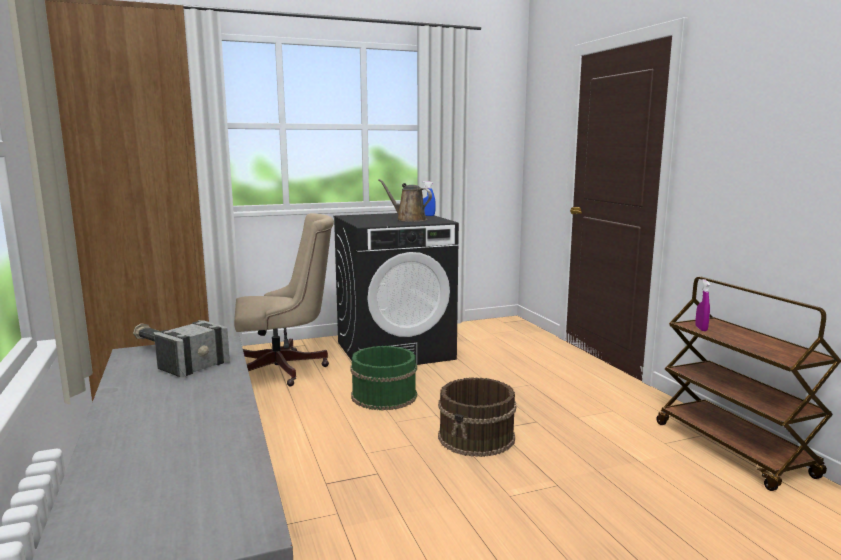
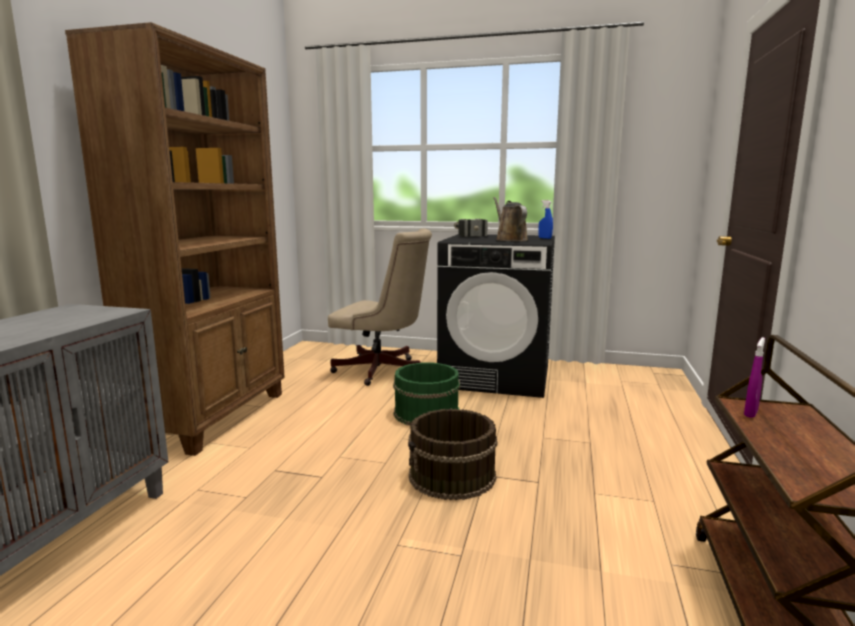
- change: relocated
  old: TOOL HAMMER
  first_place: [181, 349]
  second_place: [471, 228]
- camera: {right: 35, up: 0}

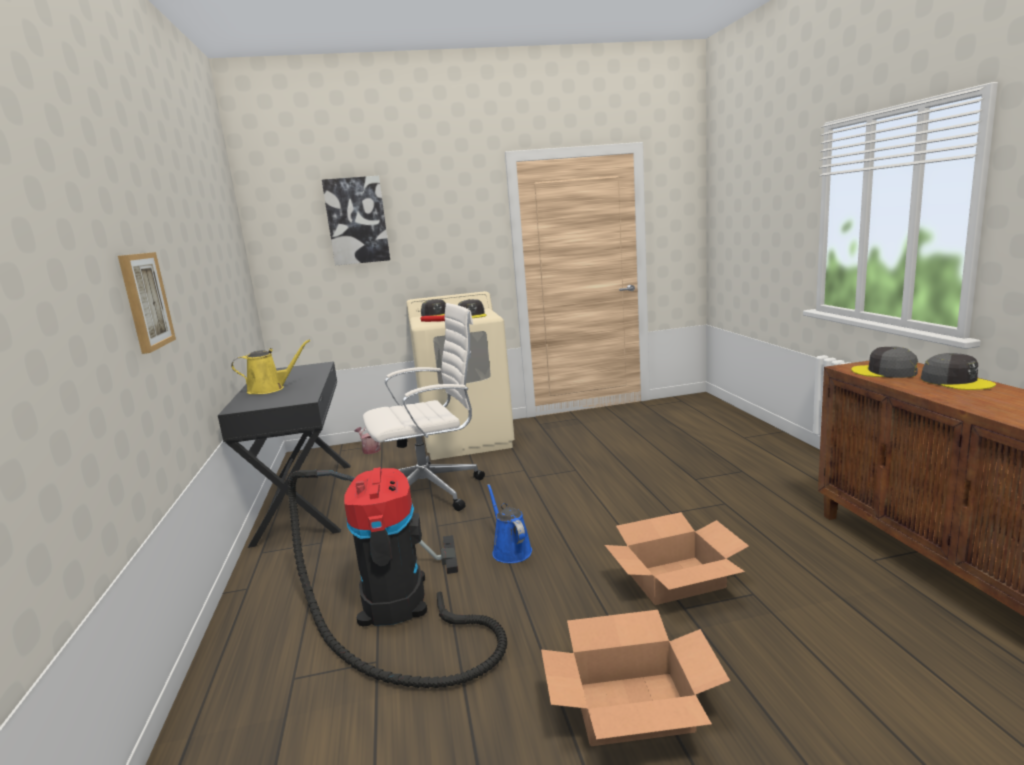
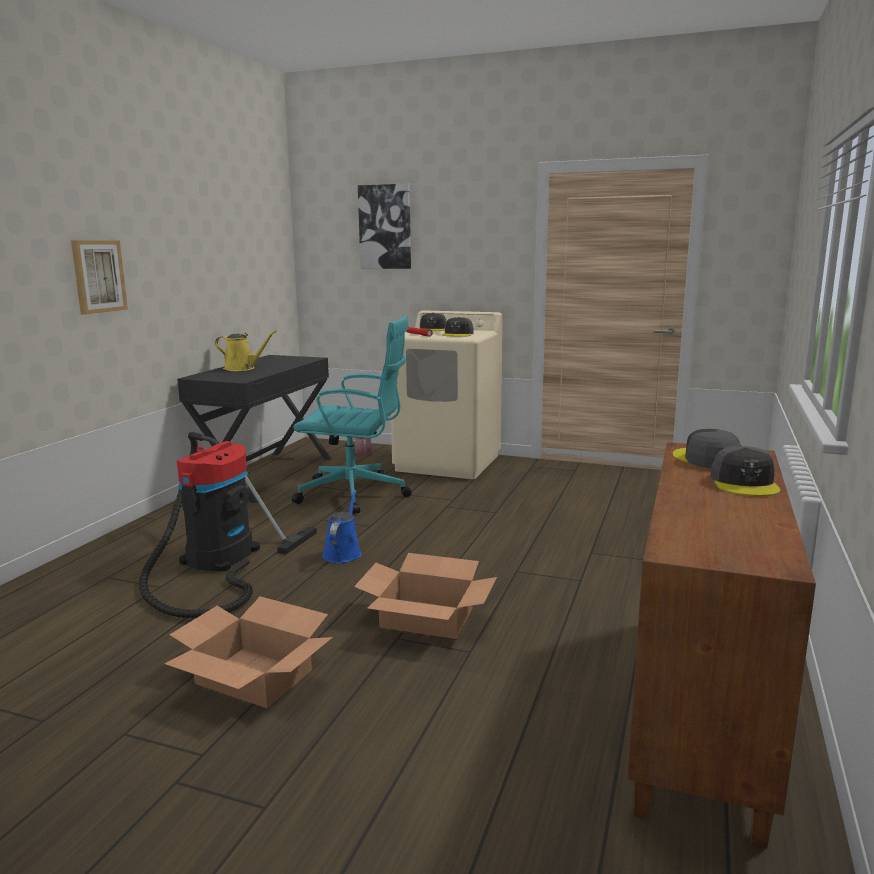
- change: colour
  old: WHITISH DESK CHAIR
  new: TURQUOISE-COLOURED DESK CHAIR
  first_place: [424, 407]
  second_place: [352, 414]
- camera: {right: 30, up: 0}

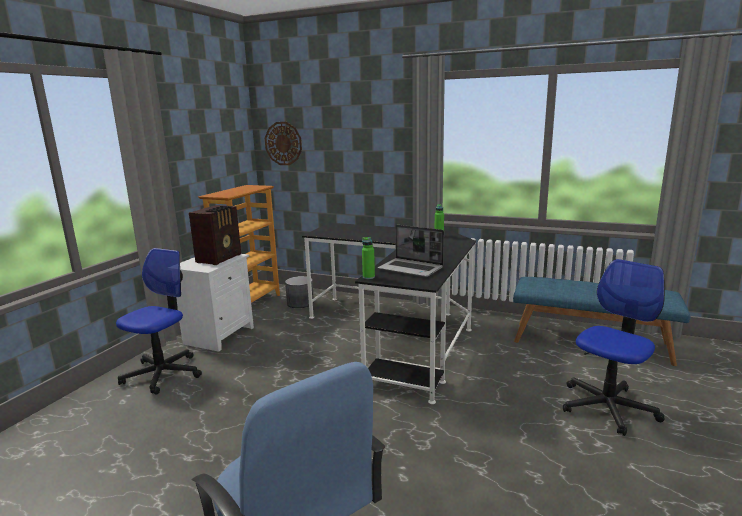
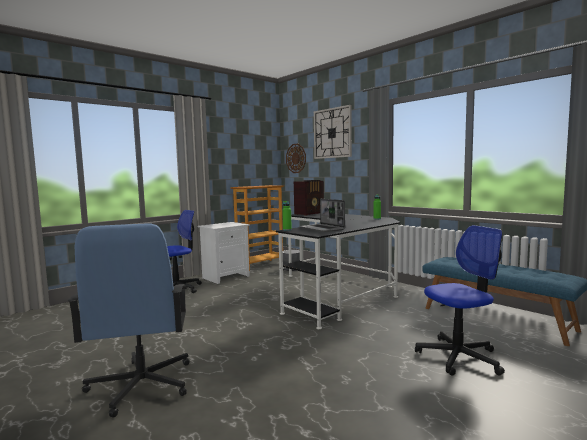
- change: appeared
  new: CLOCK ON THE WALL
  second_place: [333, 132]
- change: relocated
  old: RADIO
  first_place: [215, 235]
  second_place: [309, 198]
- camera: {right: 25, up: -10}

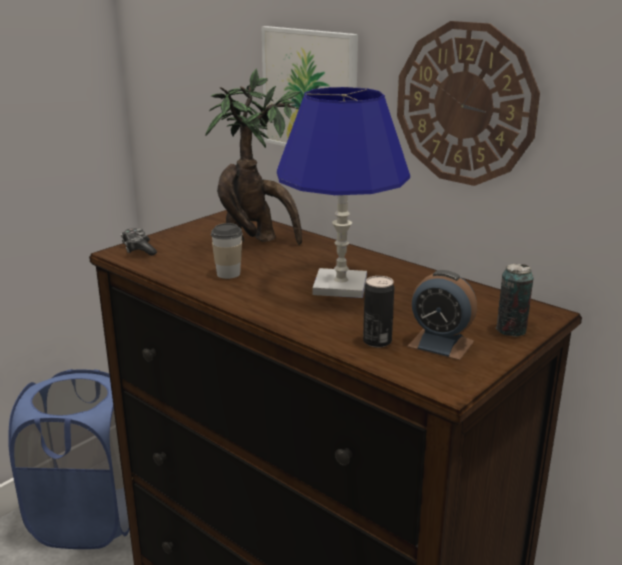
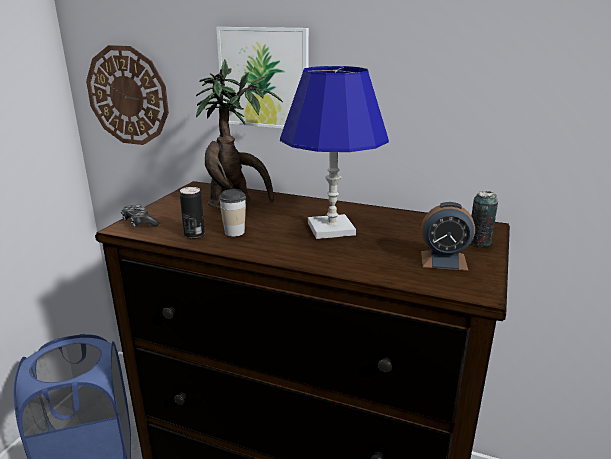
- change: relocated
  old: CAN
  first_place: [378, 312]
  second_place: [192, 212]
- change: relocated
  old: CLOCK ON THE WALL
  first_place: [468, 103]
  second_place: [127, 95]
- camera: {right: -20, up: 0}

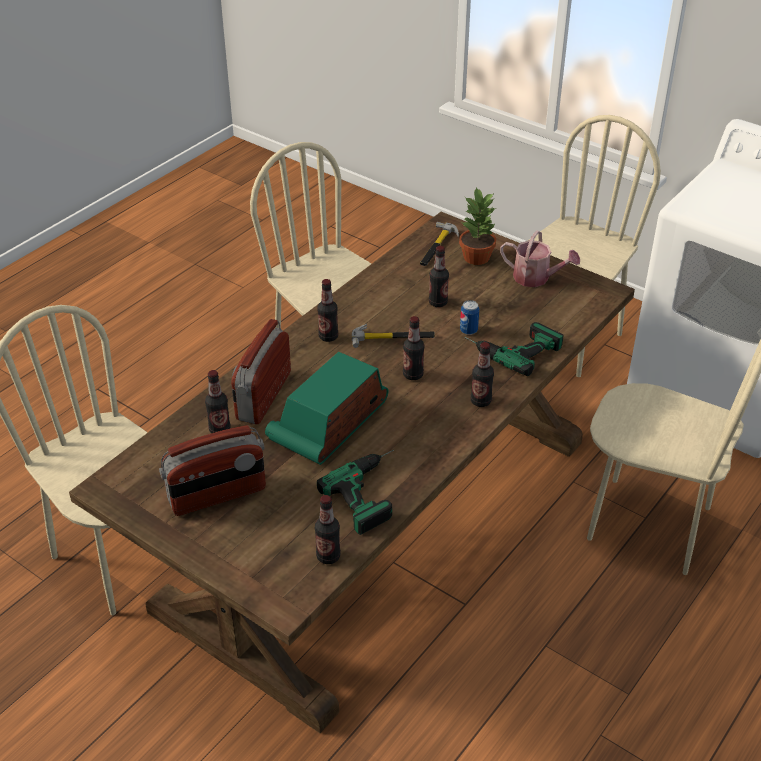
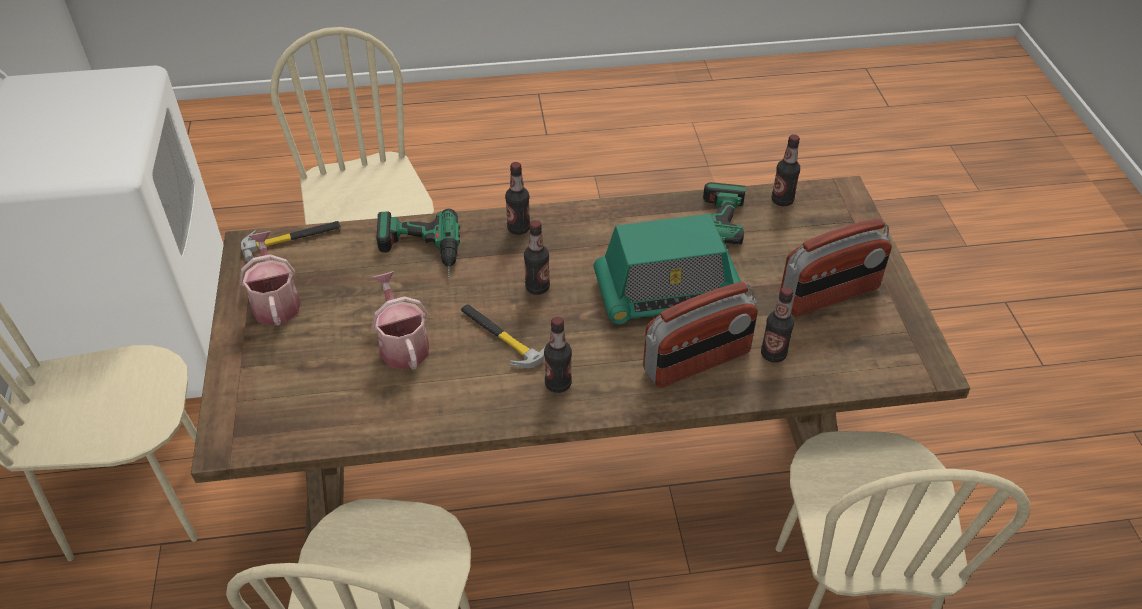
- change: missing
  old: HOUSEPLANT
  first_place: [477, 226]
- change: missing
  old: CAN
  first_place: [469, 317]
- change: relocated
  old: TOOL HAMMER
  first_place: [439, 244]
  second_place: [291, 241]
- change: exchanged
  old: DRINK BOTTLE
  new: WATERING CAN
  first_place: [439, 276]
  second_place: [400, 320]
- change: spun
  old: RADIO
  first_place: [212, 470]
  second_place: [835, 267]
  degrees: 135
- camera: {right: -135, up: 5}

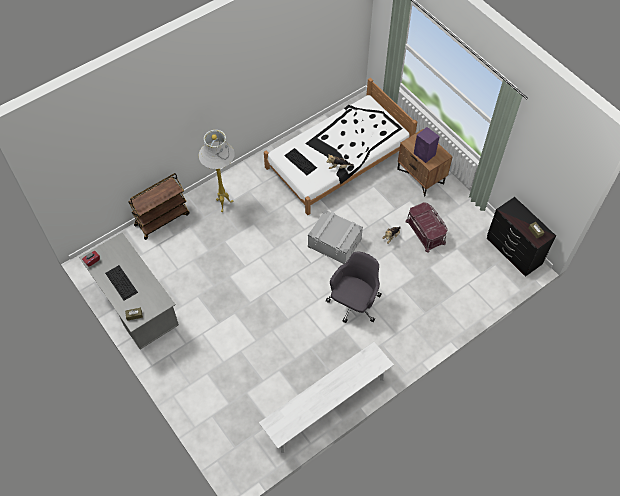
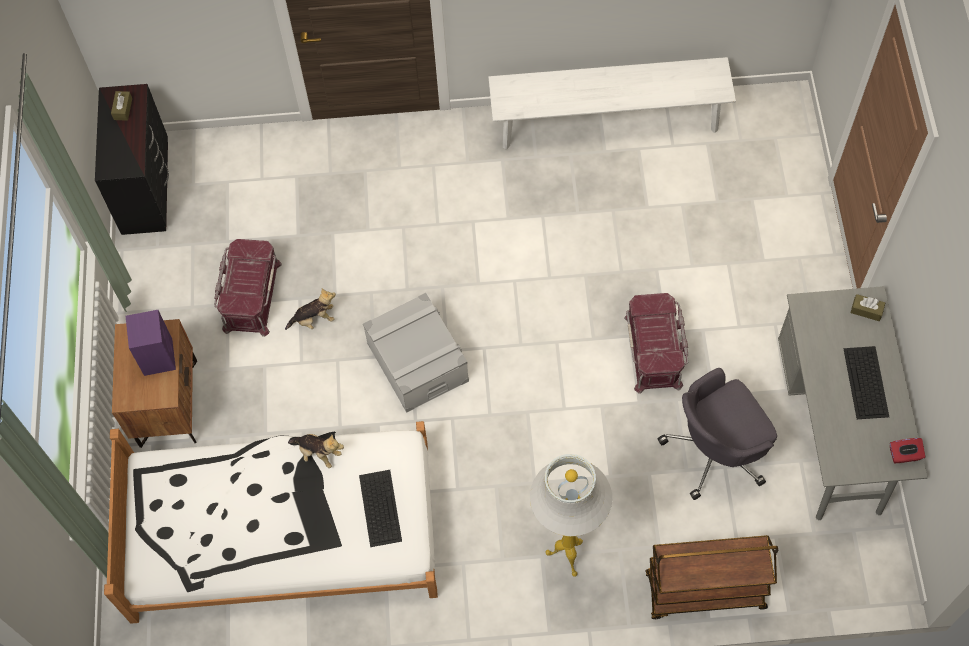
- change: appeared
  new: REDDISH STORAGE BIN
  second_place: [656, 343]
- change: relocated
  old: GREY DESK CHAIR
  first_place: [354, 287]
  second_place: [717, 434]
- camera: {right: -145, up: 5}

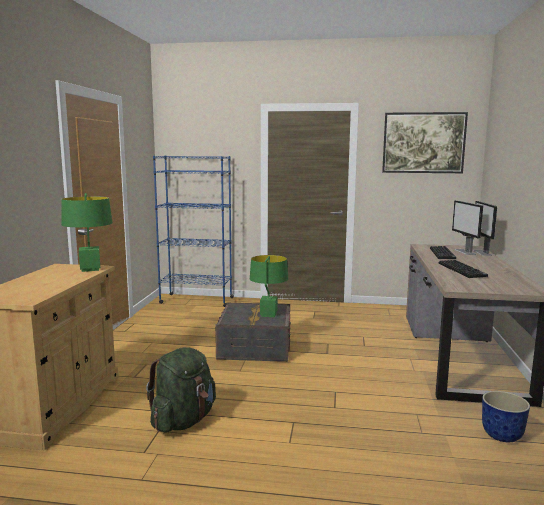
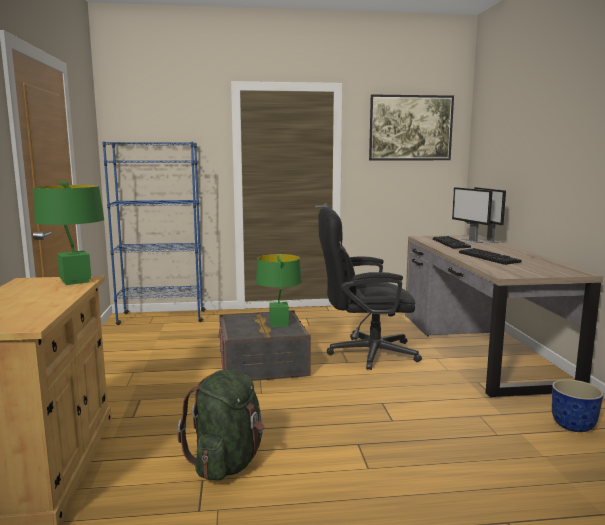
- change: appeared
  new: BLACK DESK CHAIR
  second_place: [370, 288]
- camera: {right: -15, up: 0}

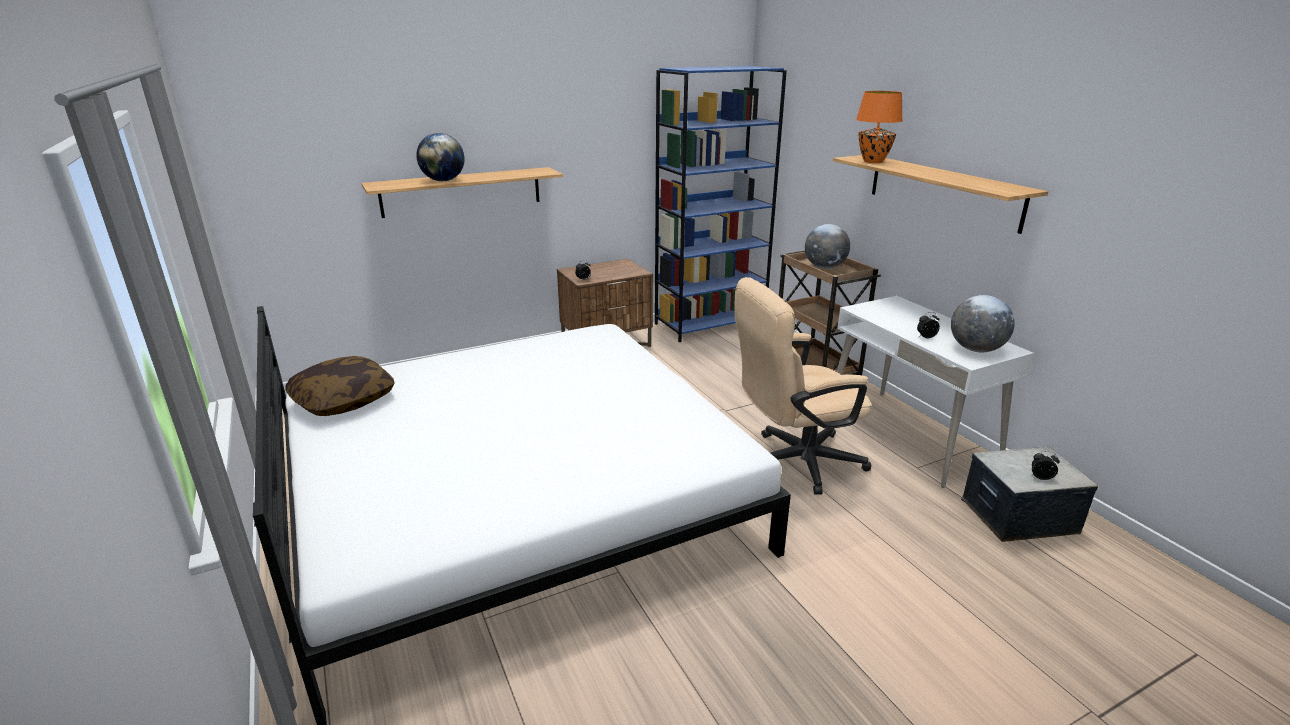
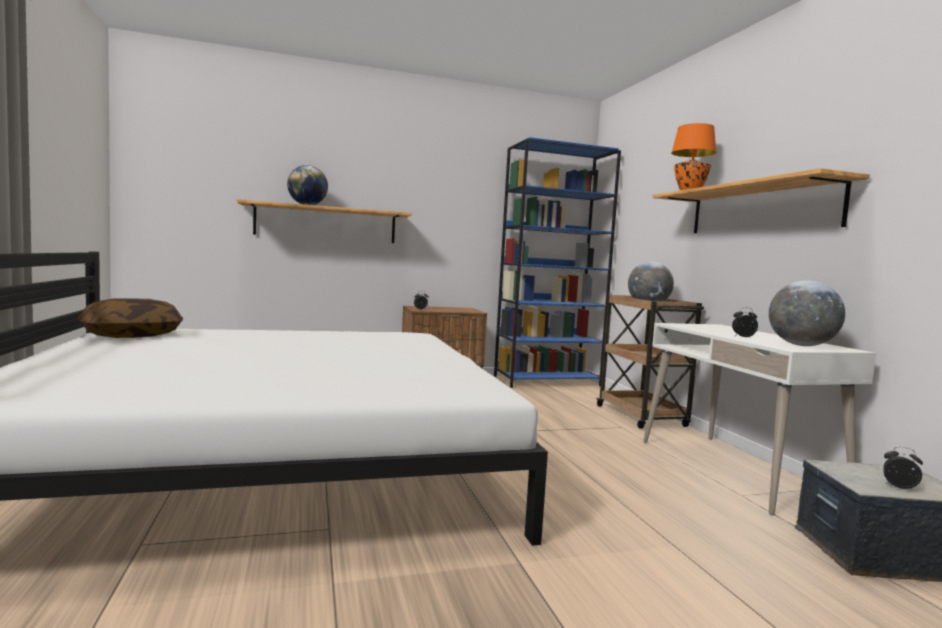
- change: missing
  old: BEIGE-COLOURED DESK CHAIR
  first_place: [803, 386]
- camera: {right: 10, up: -20}

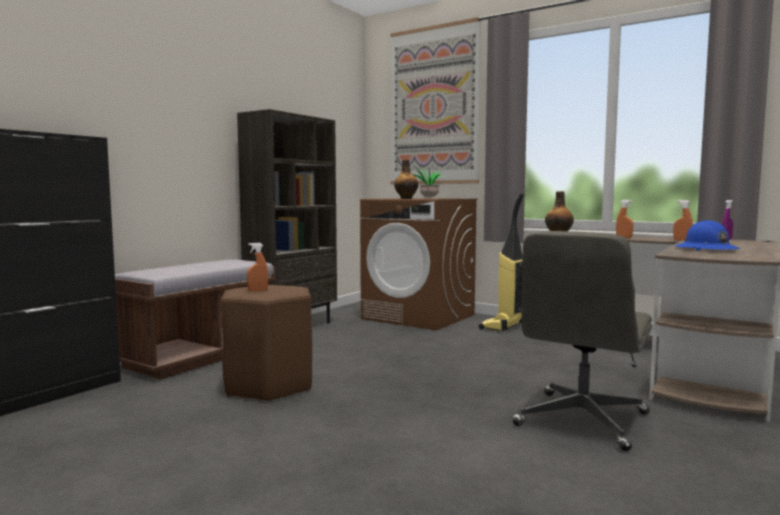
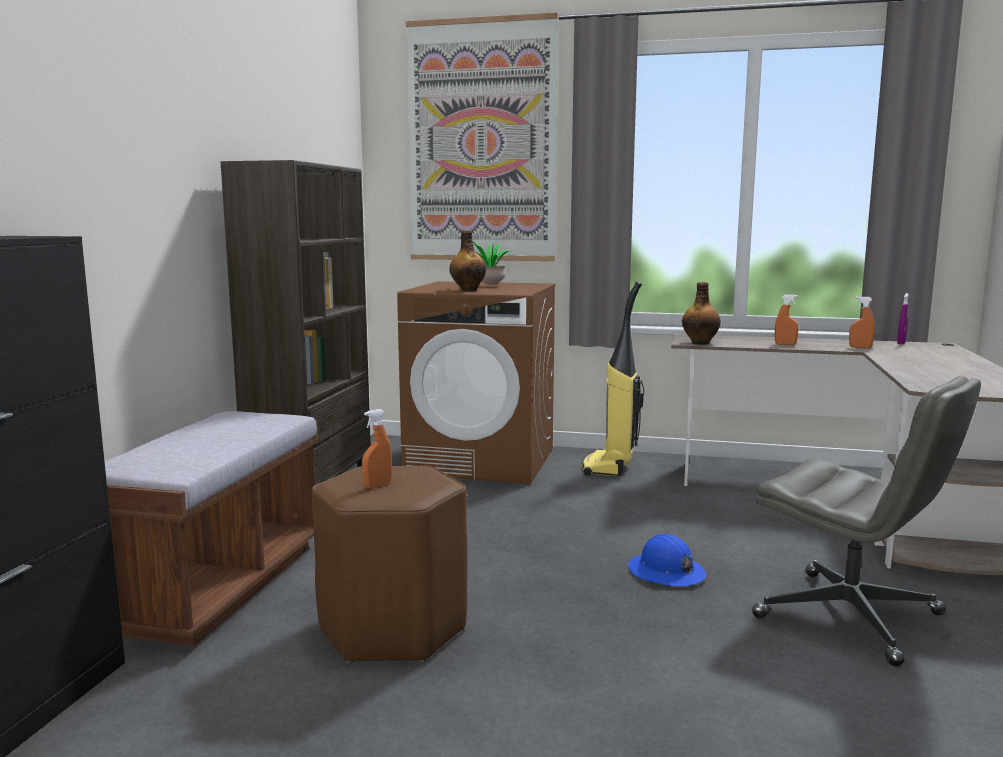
- change: relocated
  old: BLUE SAFETY HELMET
  first_place: [707, 235]
  second_place: [667, 560]
- change: spun
  old: GREY DESK CHAIR
  first_place: [582, 341]
  second_place: [866, 521]
  degrees: -60
- camera: {right: -20, up: 5}

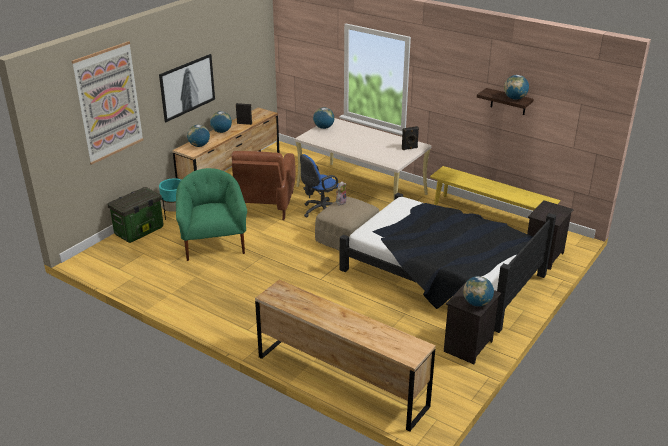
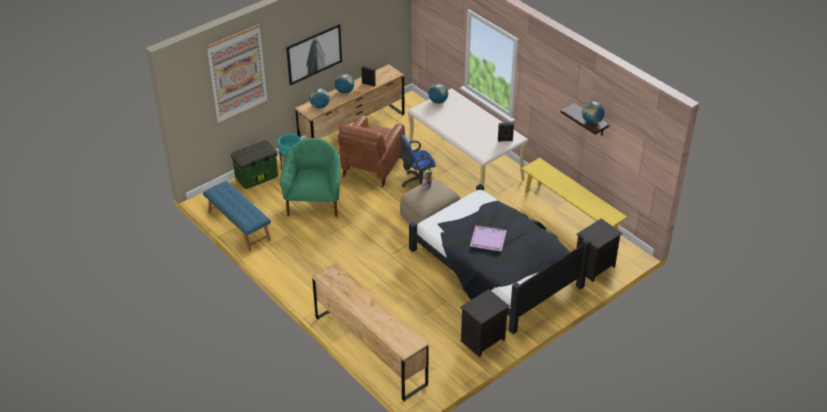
- change: missing
  old: WORLD GLOBE
  first_place: [478, 291]
- change: appeared
  new: BLUE BENCH
  second_place: [237, 216]
- change: appeared
  new: PURPLE-COLOURED SERVING TRAY
  second_place: [488, 238]
- camera: {right: 15, up: 10}

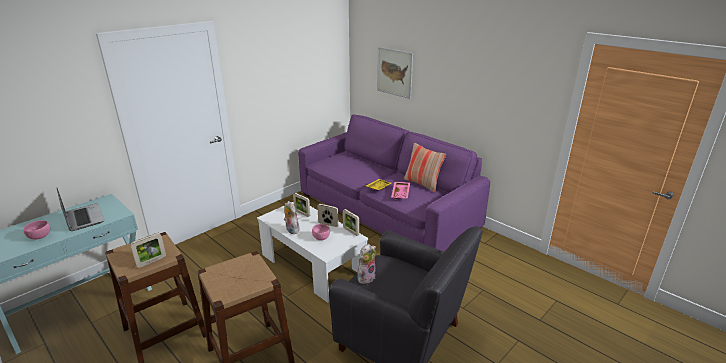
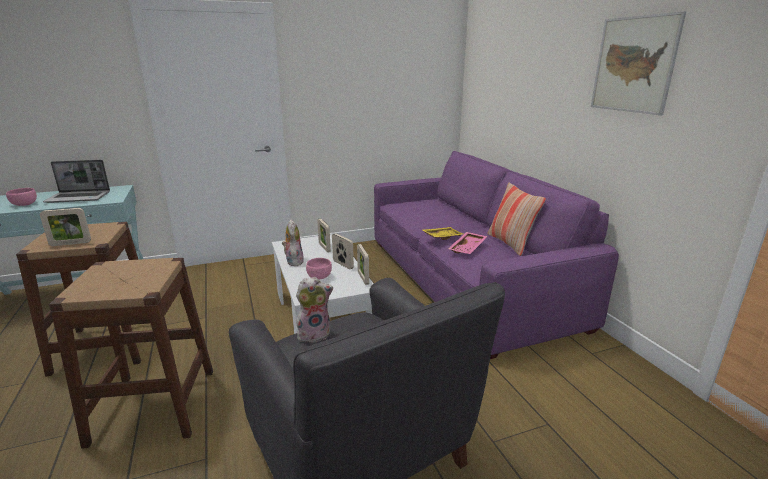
- change: relocated
  old: WALL ART
  first_place: [395, 73]
  second_place: [638, 63]
- change: spun
  old: PORTABLE COMPUTER
  first_place: [81, 209]
  second_place: [76, 181]
  degrees: 90
- camera: {right: 25, up: -5}

